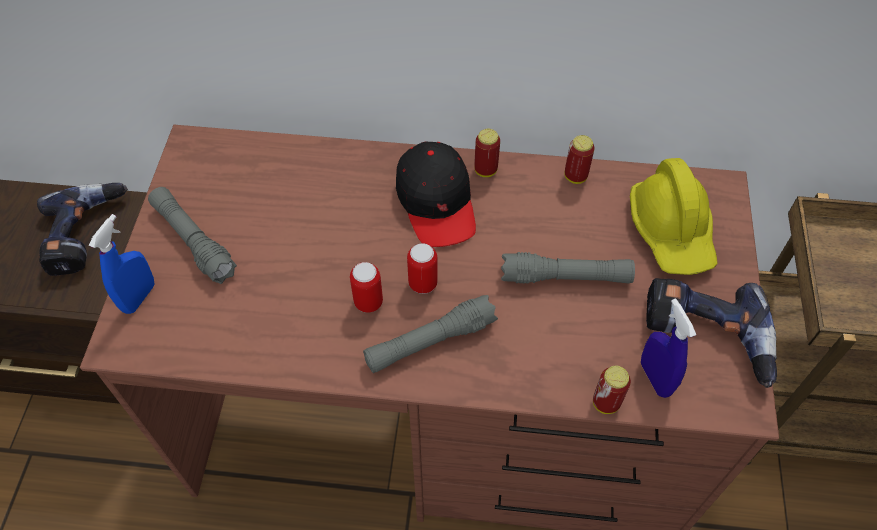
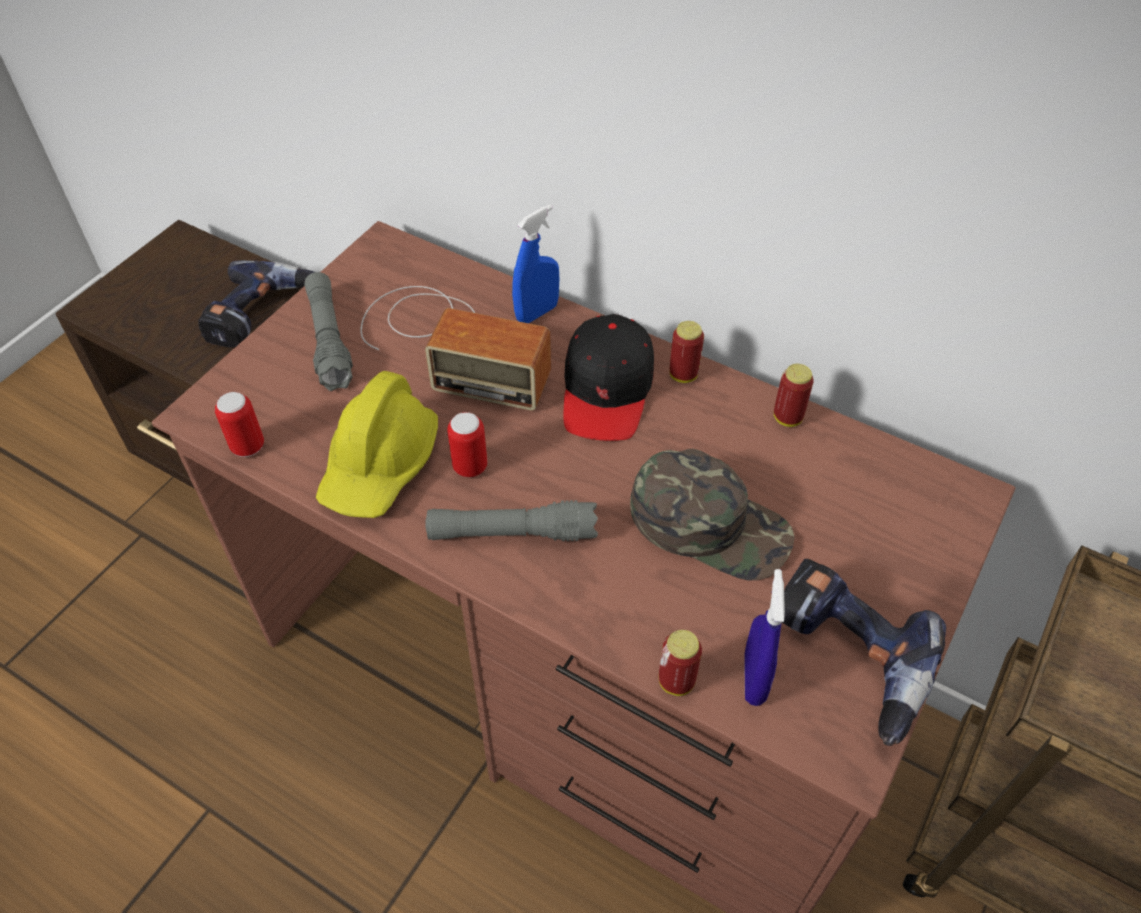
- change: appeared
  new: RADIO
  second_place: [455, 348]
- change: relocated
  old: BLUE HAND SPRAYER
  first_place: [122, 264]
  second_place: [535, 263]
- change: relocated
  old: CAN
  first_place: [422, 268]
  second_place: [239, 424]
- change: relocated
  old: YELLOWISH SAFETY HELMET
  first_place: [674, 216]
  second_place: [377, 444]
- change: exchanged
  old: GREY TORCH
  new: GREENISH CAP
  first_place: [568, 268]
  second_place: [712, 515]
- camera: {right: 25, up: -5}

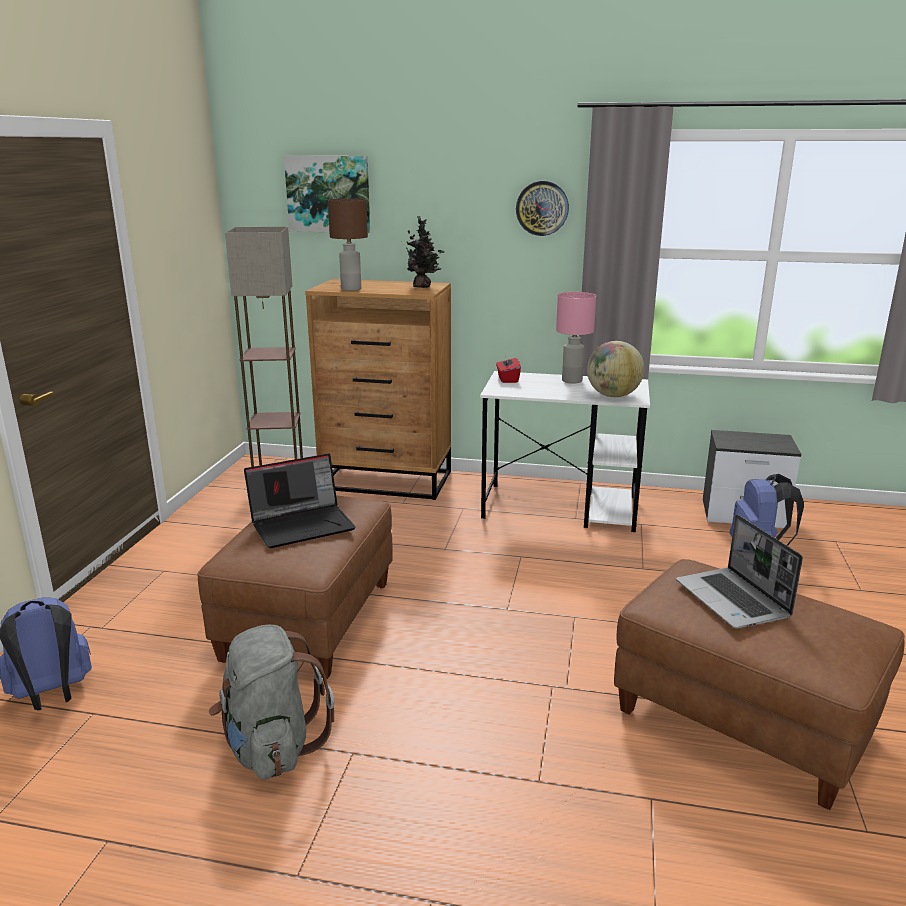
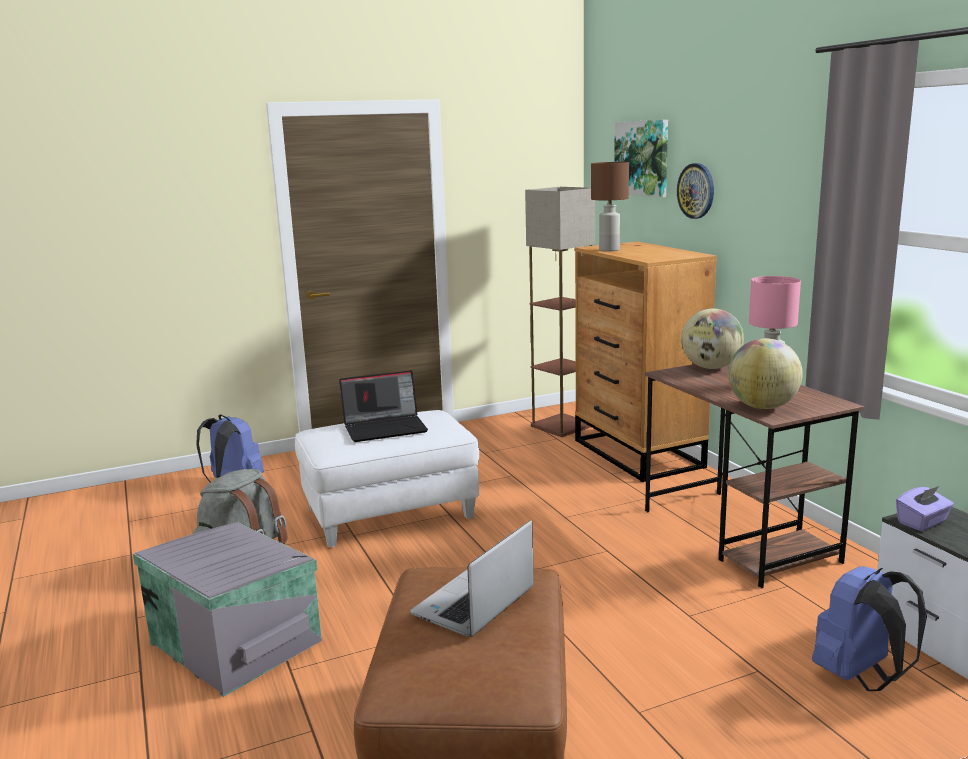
- change: missing
  old: HOUSEPLANT
  first_place: [422, 252]
- change: appeared
  new: GREY STORAGE BIN
  second_place: [227, 609]
- change: appeared
  new: PURPLE-COLOURED TISSUE BOX
  second_place: [925, 508]
- change: relocated
  old: CLOCK ON THE WALL
  first_place: [542, 208]
  second_place: [695, 191]
- change: exchanged
  old: REDDISH TISSUE BOX
  new: WORLD GLOBE
  first_place: [508, 369]
  second_place: [712, 338]
- change: colour
  old: BROWN-COLOURED FOOTREST
  new: WHITISH FOOTREST
  first_place: [295, 587]
  second_place: [387, 479]
- change: colour
  old: WHITISH DESK
  new: BROWN-COLOURED DESK
  first_place: [565, 451]
  second_place: [754, 476]
- change: spun
  old: PORTABLE COMPUTER
  first_place: [300, 501]
  second_place: [383, 406]
  degrees: -45
- camera: {right: 55, up: -5}

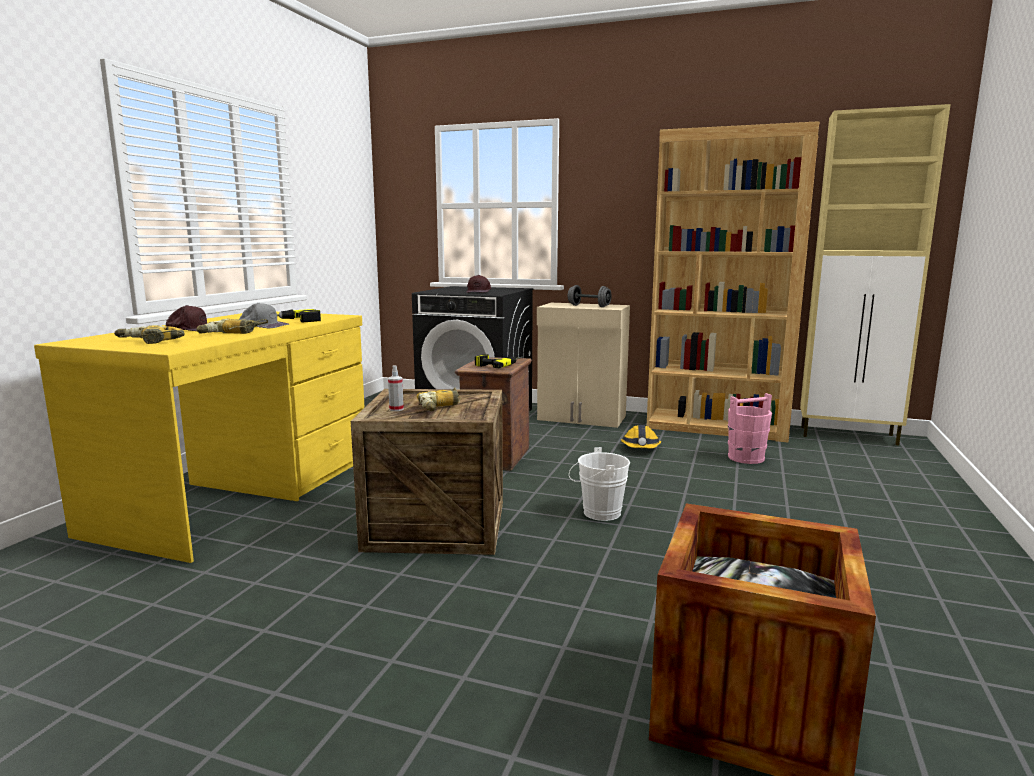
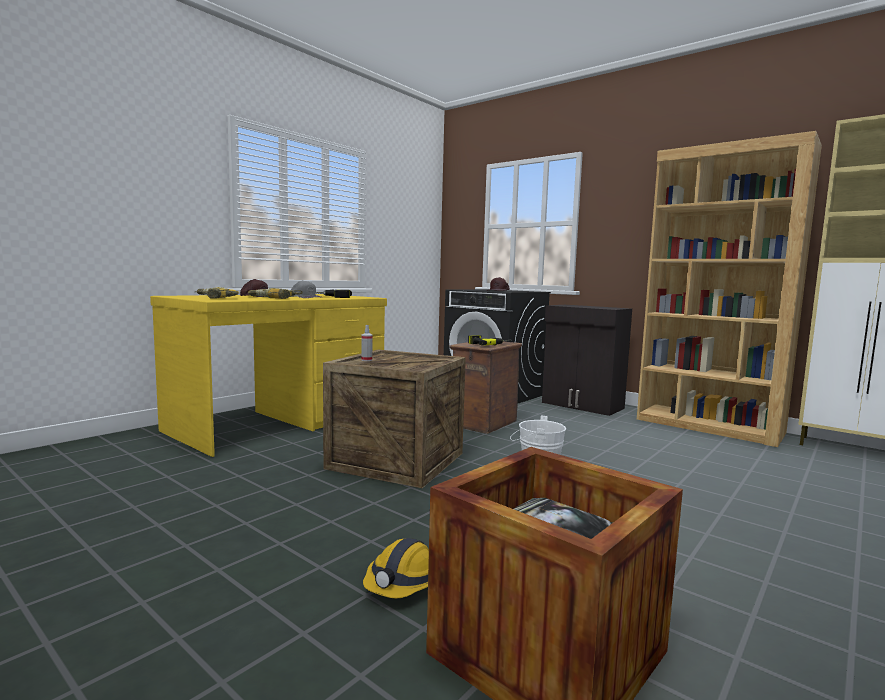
- change: missing
  old: DRILL
  first_place: [439, 399]
- change: missing
  old: GREY DUMBBELL
  first_place: [590, 296]
- change: missing
  old: PINK-COLOURED PAIL
  first_place: [750, 428]
- change: relocated
  old: SAFETY HELMET
  first_place: [641, 436]
  second_place: [396, 568]
- change: colour
  old: BEIGE-COLOURED CABINET
  new: BLACK CABINET
  first_place: [583, 365]
  second_place: [587, 360]
- camera: {right: 20, up: -5}

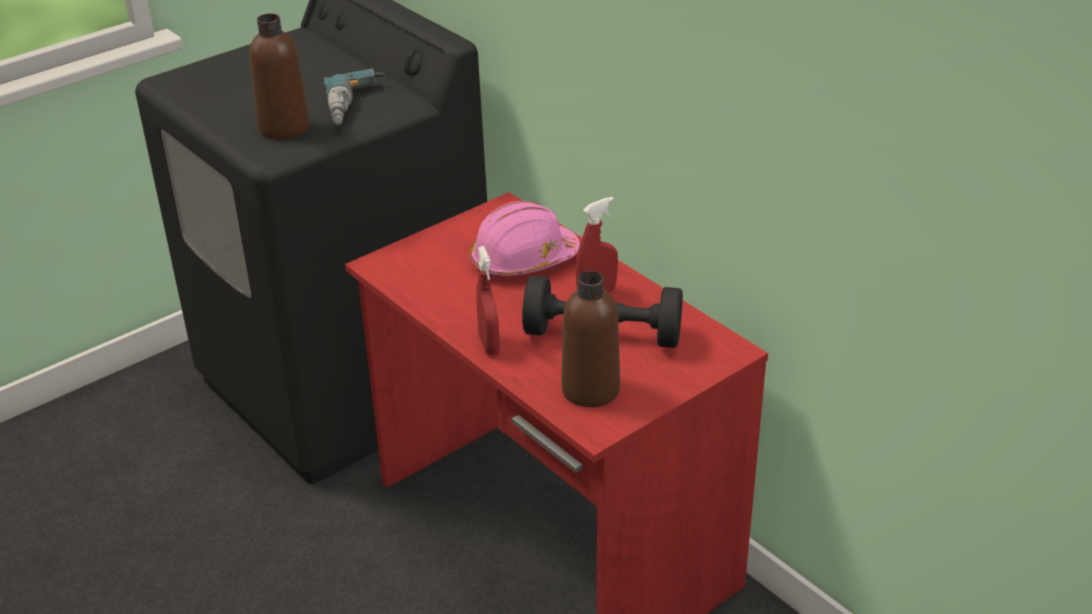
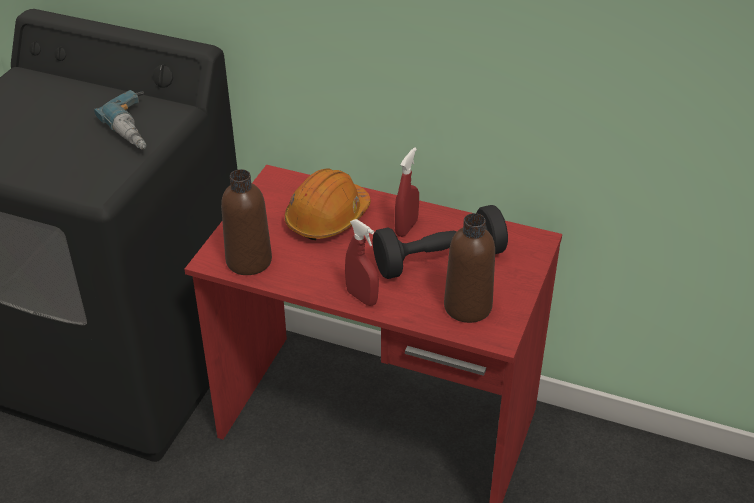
- change: relocated
  old: BROWN-COLOURED DRINK BOTTLE
  first_place: [280, 76]
  second_place: [246, 222]
- change: colour
  old: PINK-COLOURED SAFETY HELMET
  new: ORANGE SAFETY HELMET
  first_place: [525, 239]
  second_place: [328, 204]
- camera: {right: -30, up: 5}

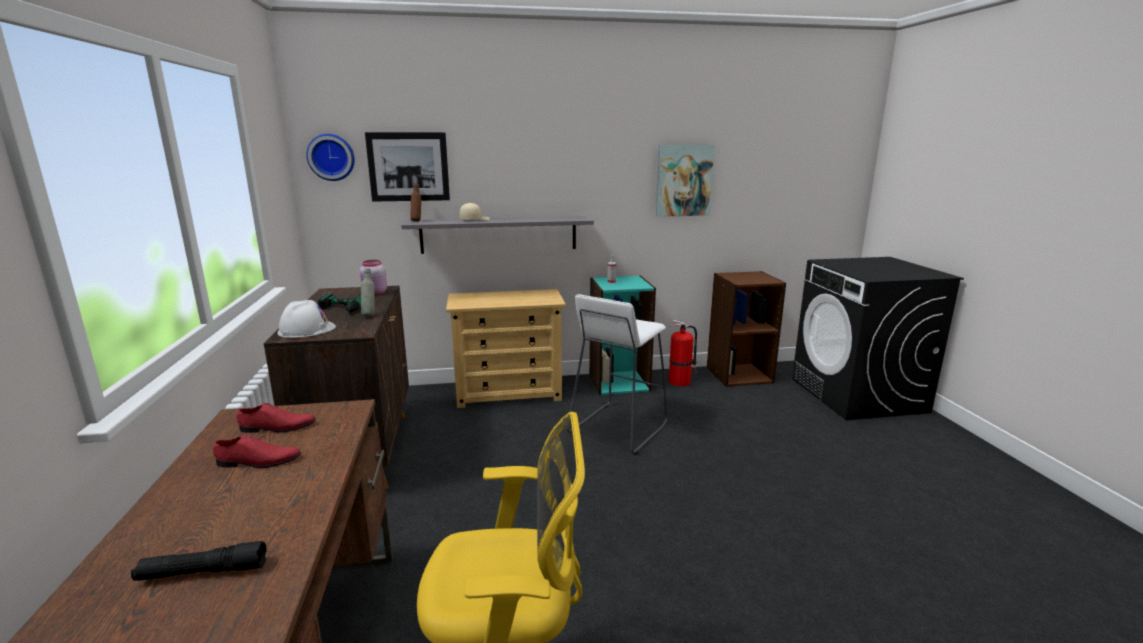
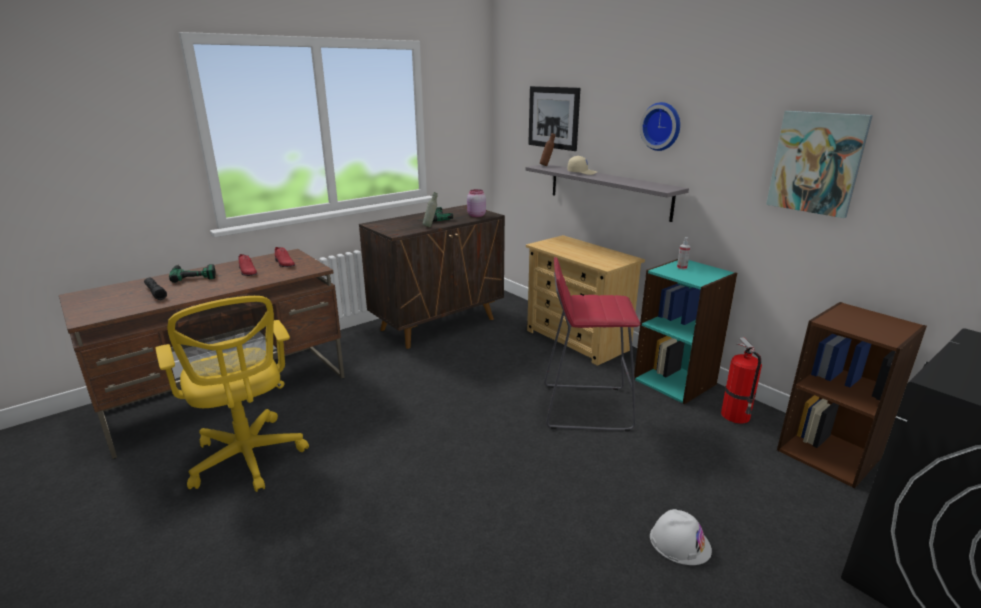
- change: appeared
  new: DRILL
  second_place: [192, 273]
- change: relocated
  old: WHITISH SAFETY HELMET
  first_place: [306, 319]
  second_place: [681, 537]
- change: relocated
  old: CLOCK ON THE WALL
  first_place: [330, 157]
  second_place: [660, 126]
- change: colour
  old: WHITISH STOOL SEAT
  new: REDDISH STOOL SEAT
  first_place: [617, 374]
  second_place: [592, 344]
- camera: {right: 60, up: 5}

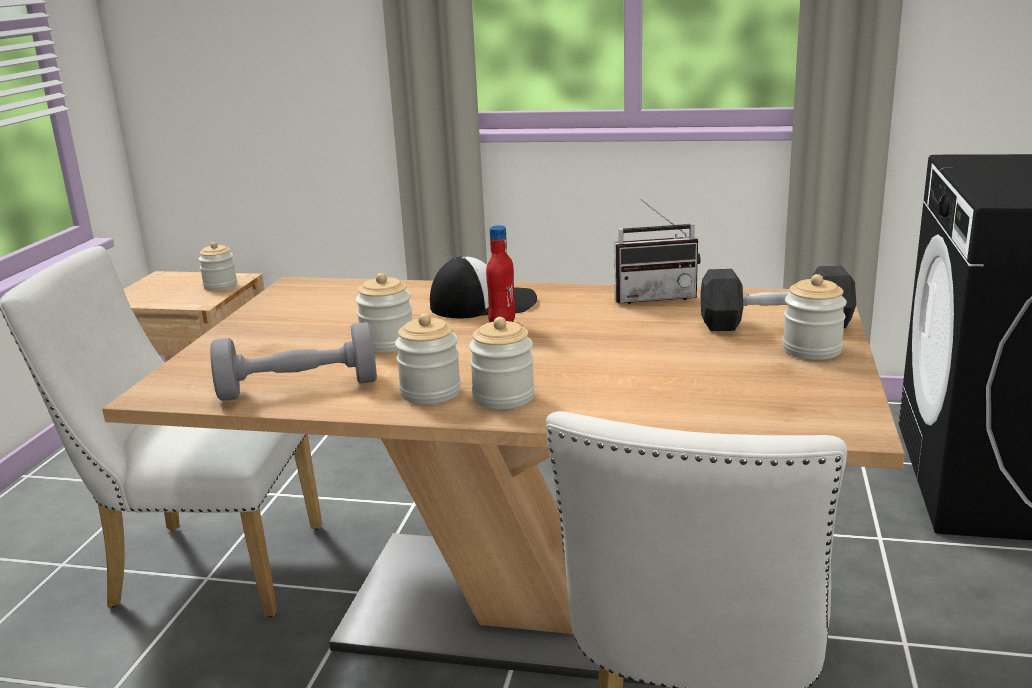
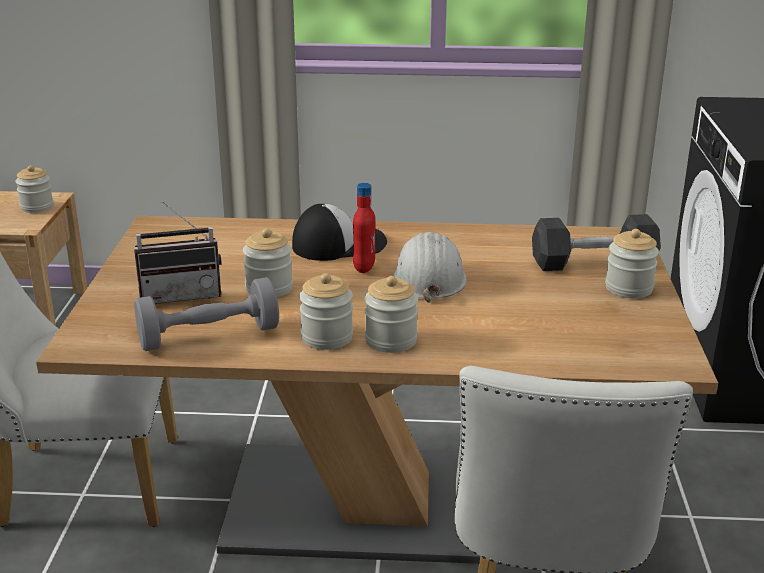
- change: appeared
  new: WHITISH SAFETY HELMET
  second_place: [430, 267]
- change: relocated
  old: RADIO
  first_place: [657, 251]
  second_place: [178, 252]
- camera: {right: -10, up: 5}

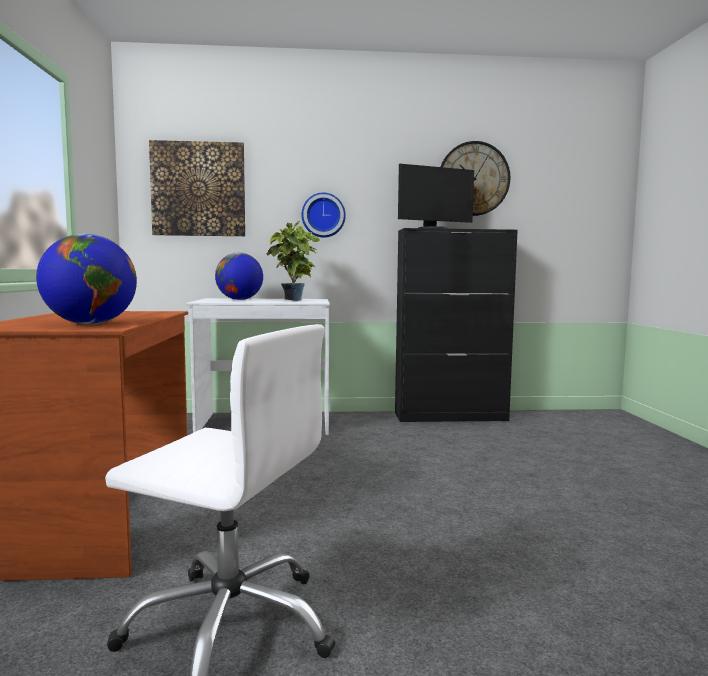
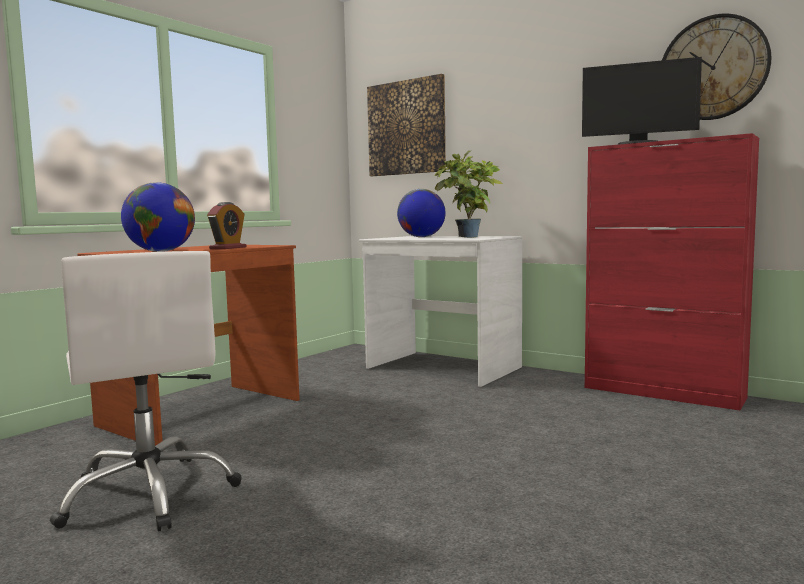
- change: missing
  old: CLOCK ON THE WALL
  first_place: [323, 215]
- change: appeared
  new: BEDSIDE CLOCK
  second_place: [226, 225]
- change: colour
  old: BLACK CABINET
  new: REDDISH CABINET
  first_place: [456, 325]
  second_place: [672, 271]
- camera: {right: 40, up: 0}

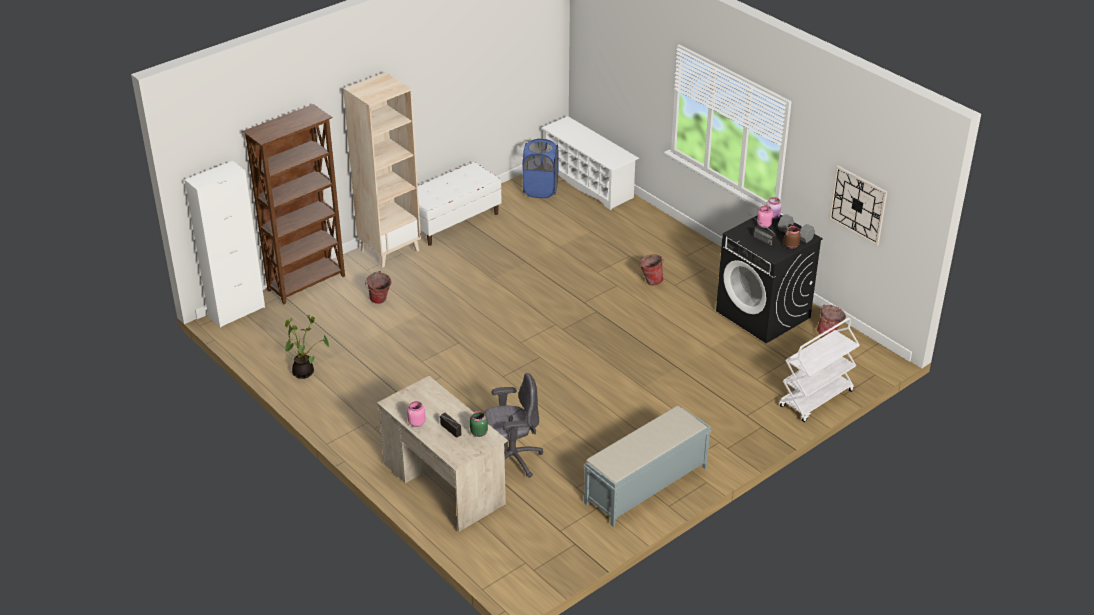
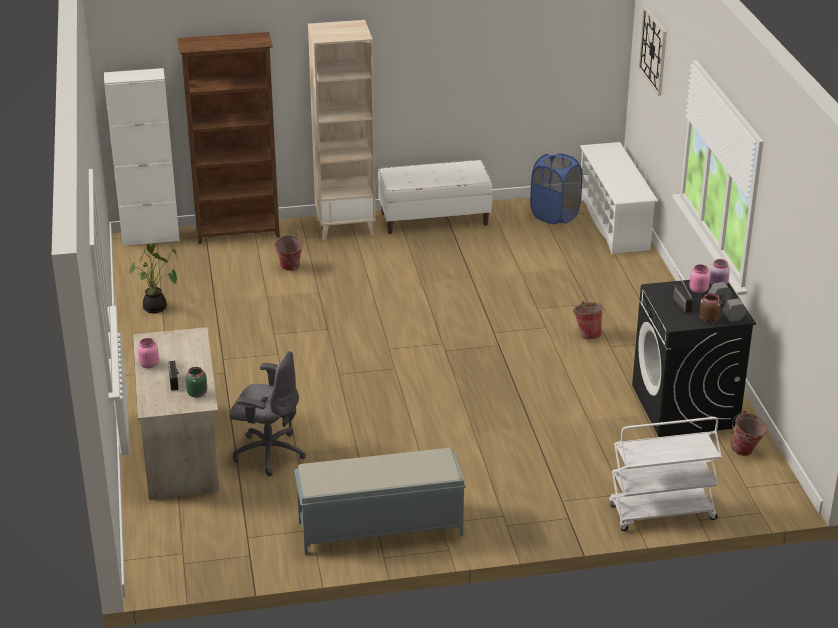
- change: relocated
  old: CLOCK ON THE WALL
  first_place: [858, 205]
  second_place: [652, 51]
- camera: {right: 30, up: -5}

